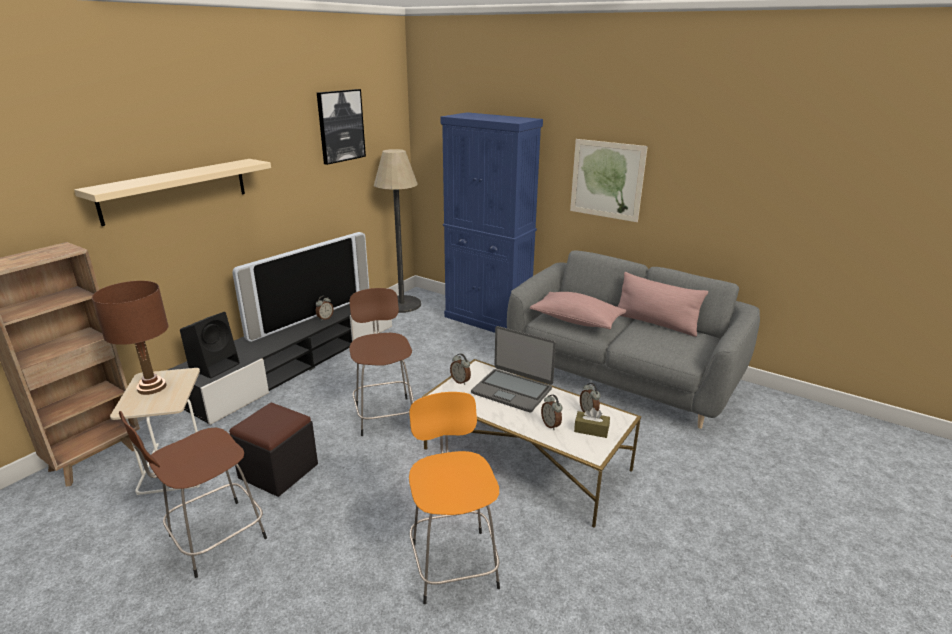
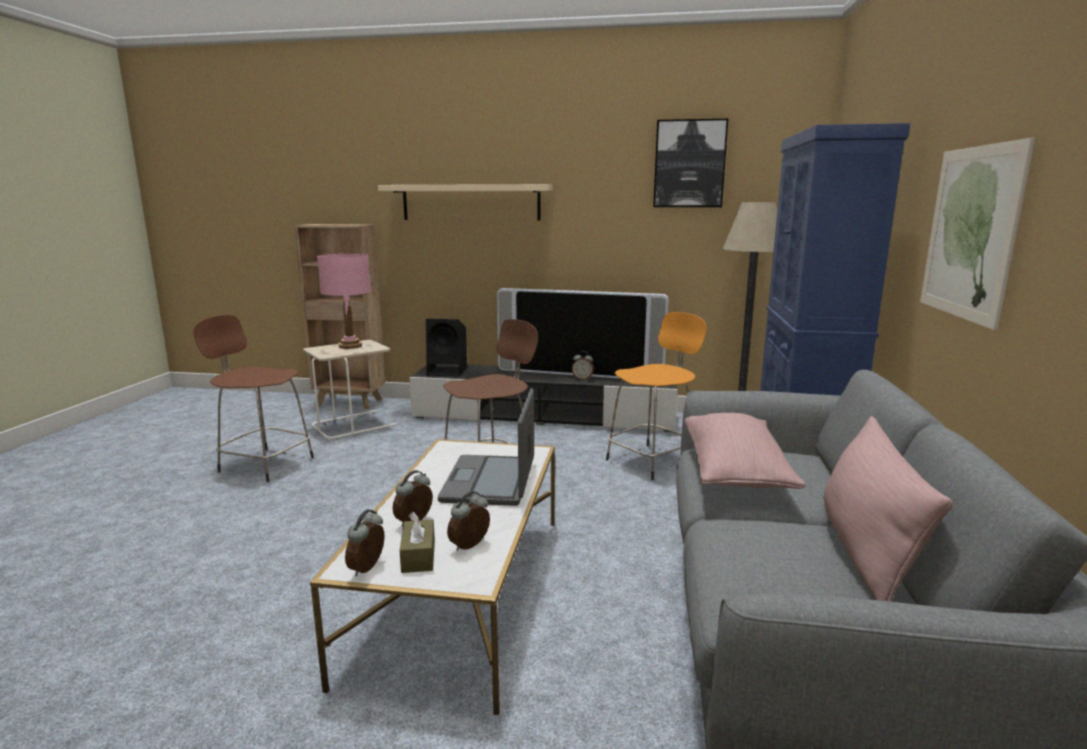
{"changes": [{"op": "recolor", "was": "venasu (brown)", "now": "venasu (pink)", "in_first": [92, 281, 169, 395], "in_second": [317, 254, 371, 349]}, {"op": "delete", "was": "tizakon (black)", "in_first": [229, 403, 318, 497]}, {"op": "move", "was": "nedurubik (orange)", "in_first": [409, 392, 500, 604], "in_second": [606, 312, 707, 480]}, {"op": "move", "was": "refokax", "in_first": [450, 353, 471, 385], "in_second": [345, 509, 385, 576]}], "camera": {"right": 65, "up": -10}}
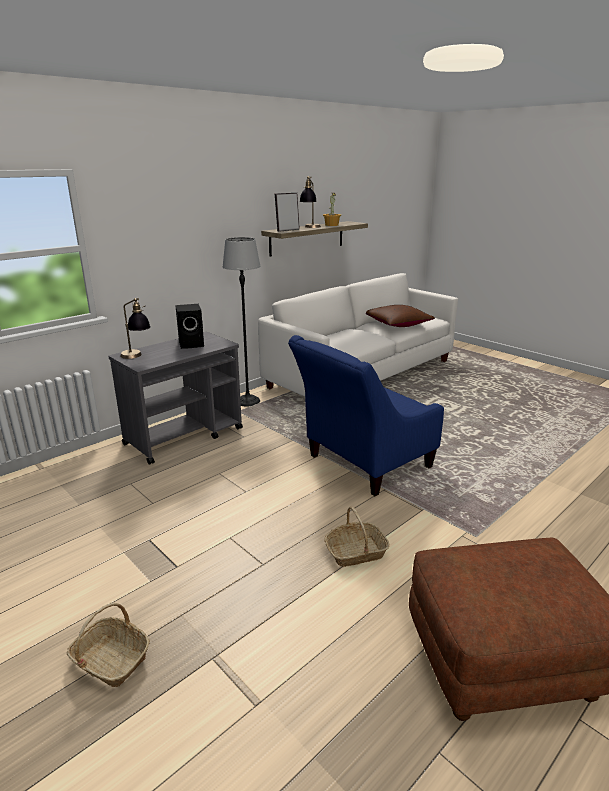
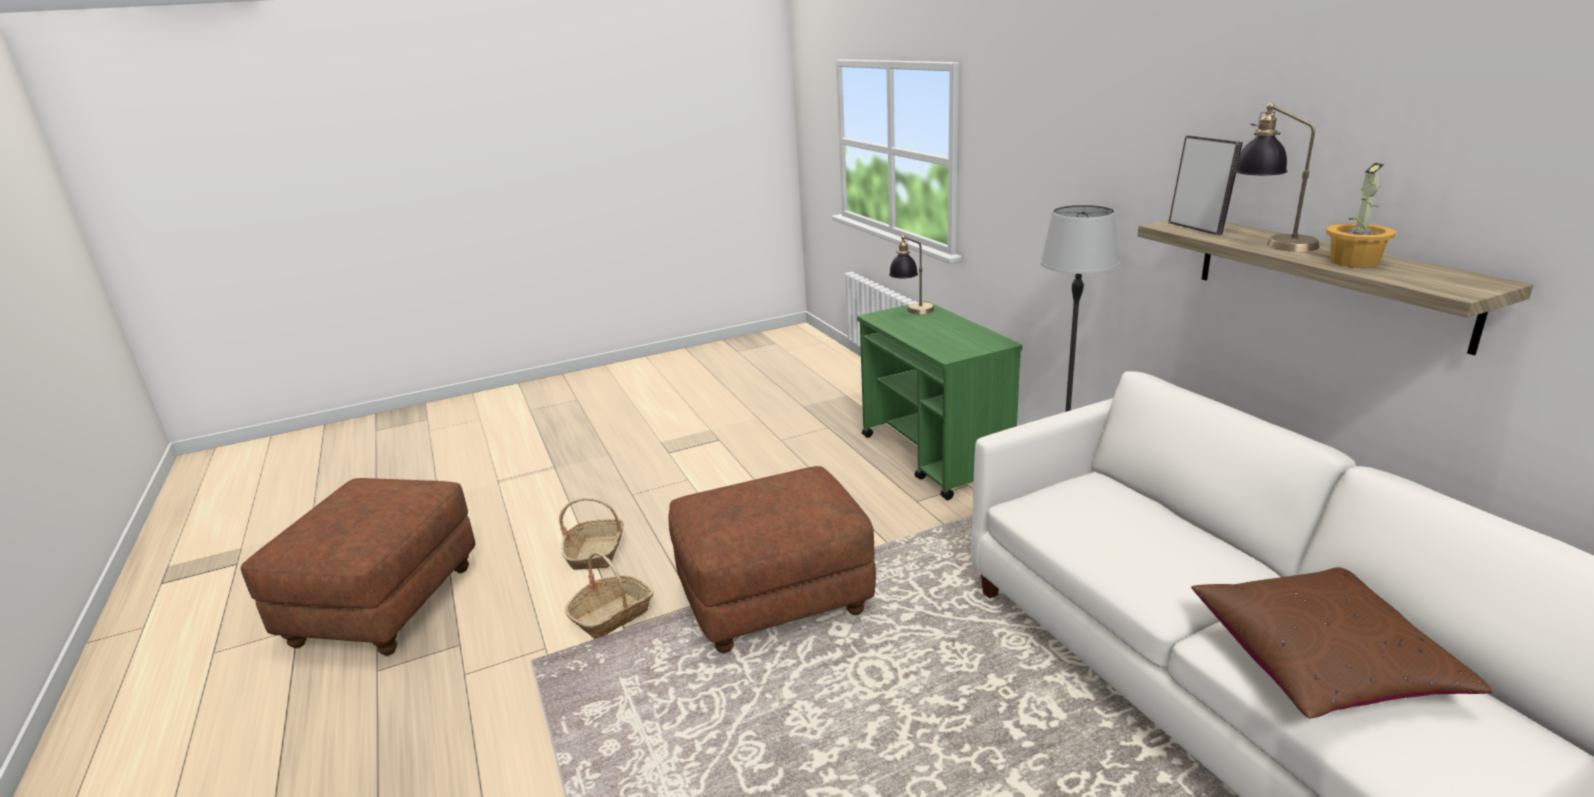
{"changes": [{"op": "move", "was": "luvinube", "in_first": [67, 603, 150, 687], "in_second": [565, 552, 654, 639]}, {"op": "recolor", "was": "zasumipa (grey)", "now": "zasumipa (green)", "in_first": [109, 332, 243, 465], "in_second": [857, 301, 1022, 500]}, {"op": "delete", "was": "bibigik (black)", "in_first": [175, 304, 204, 349]}, {"op": "replace", "was": "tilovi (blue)", "now": "tizakon (brown)", "in_first": [288, 335, 444, 496], "in_second": [668, 466, 876, 653]}], "camera": {"right": 110, "up": 0}}
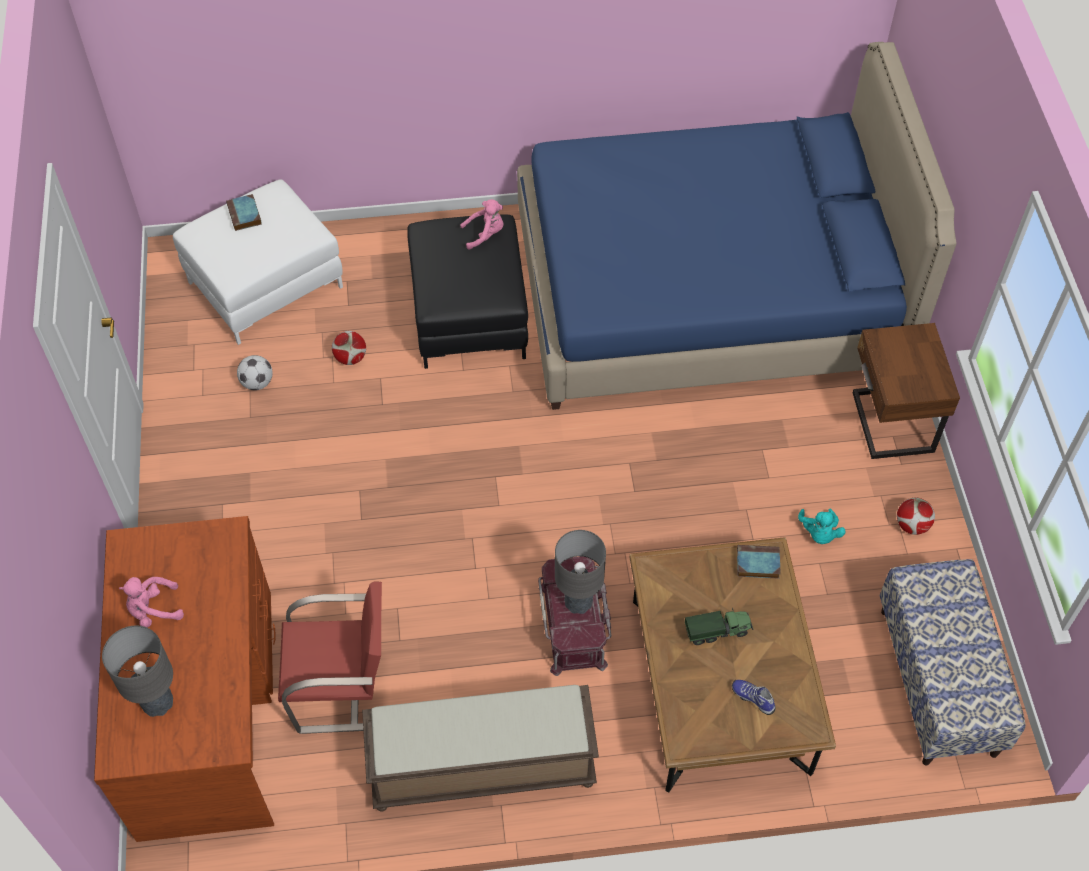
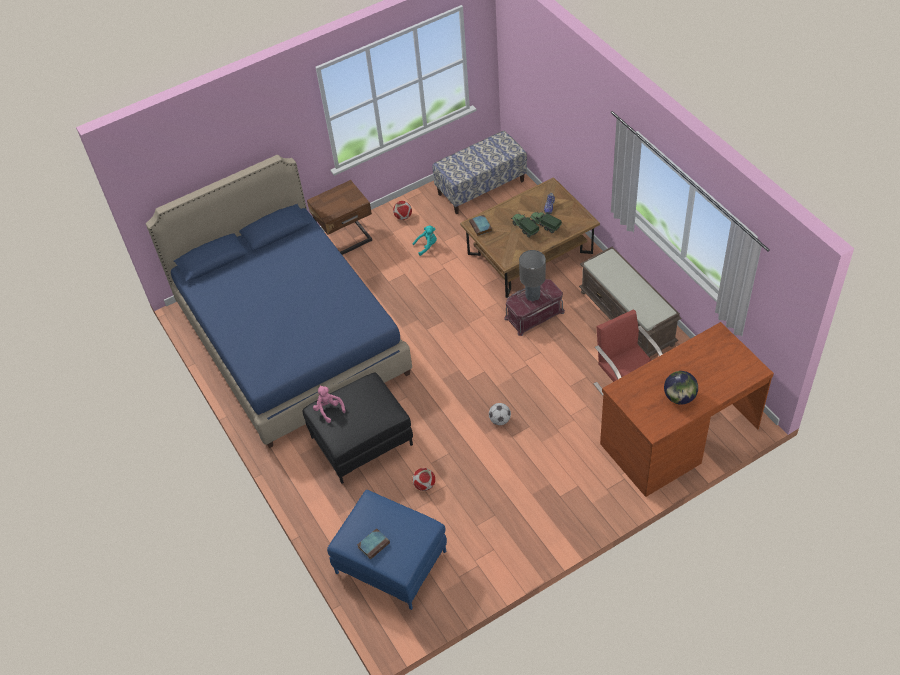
{"changes": [{"op": "delete", "was": "venasu (grey)", "in_first": [102, 626, 173, 717]}, {"op": "replace", "was": "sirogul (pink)", "now": "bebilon", "in_first": [119, 577, 184, 627], "in_second": [664, 371, 698, 405]}, {"op": "recolor", "was": "tizakon (white)", "now": "tizakon (blue)", "in_first": [173, 179, 343, 345], "in_second": [327, 490, 447, 610]}, {"op": "move", "was": "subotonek", "in_first": [237, 355, 273, 390], "in_second": [489, 403, 511, 425]}, {"op": "insert", "now": "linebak", "in_second": [530, 212, 562, 233]}], "camera": {"right": -110, "up": -5}}
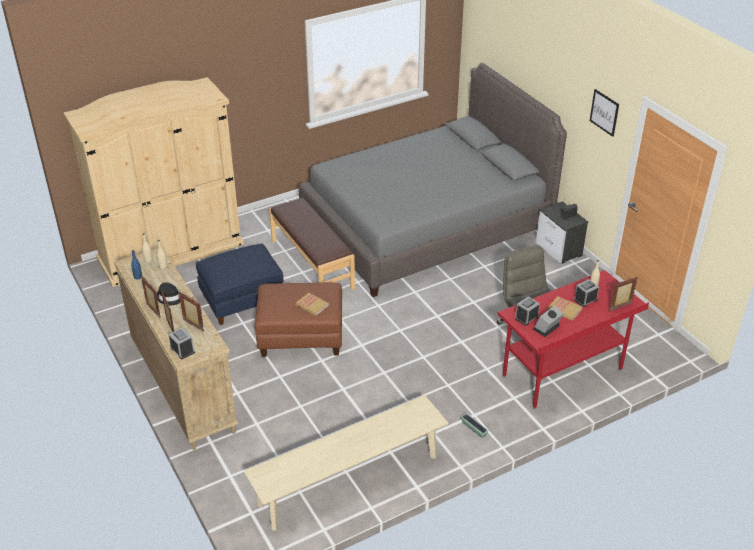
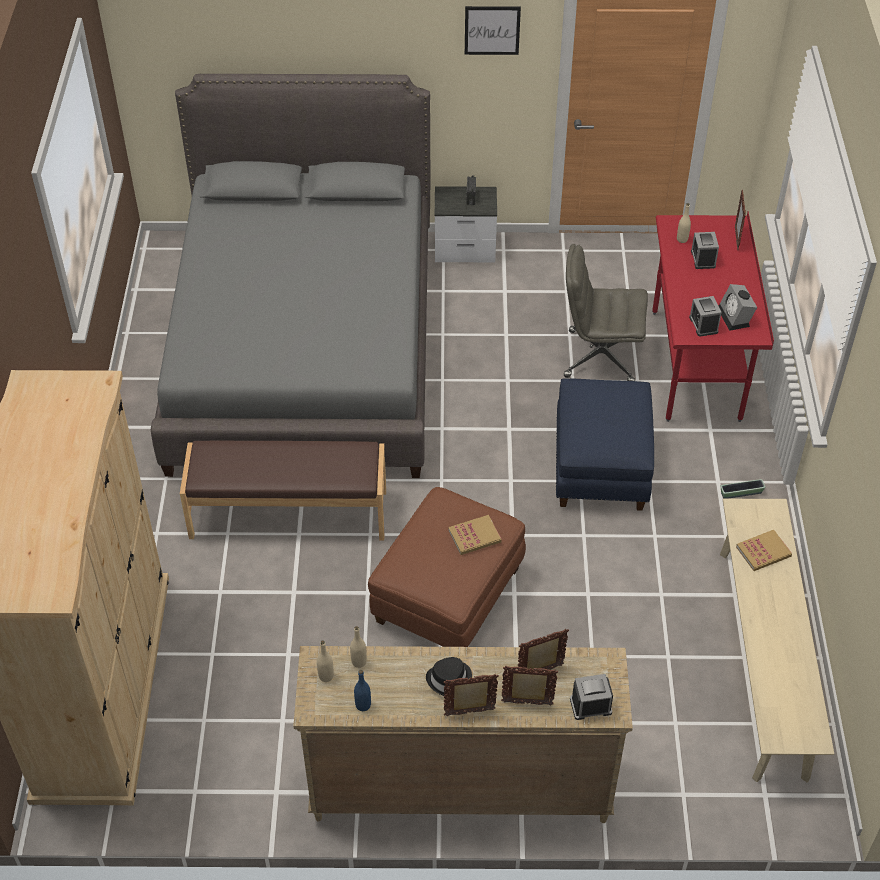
{"changes": [{"op": "move", "was": "tizakon (blue)", "in_first": [196, 244, 283, 325], "in_second": [556, 378, 654, 511]}, {"op": "move", "was": "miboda", "in_first": [547, 296, 583, 321], "in_second": [736, 530, 792, 571]}], "camera": {"right": -60, "up": 10}}
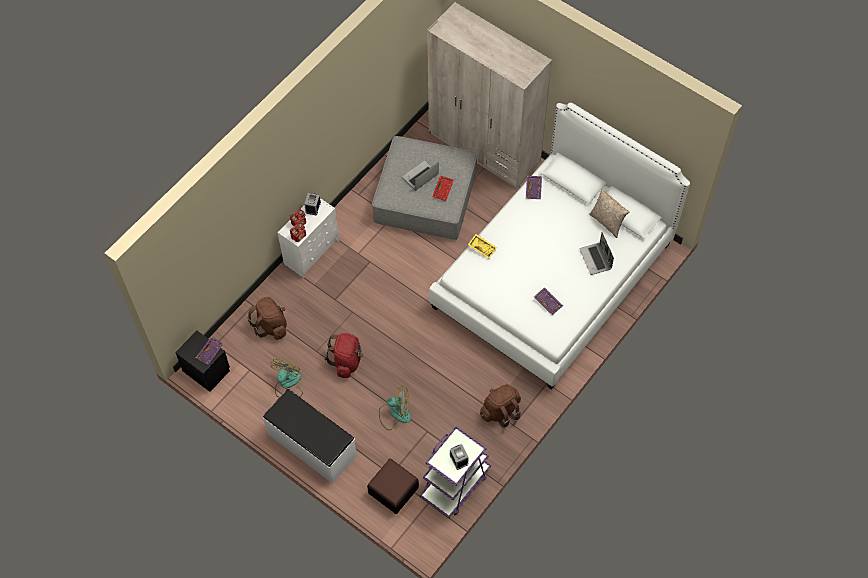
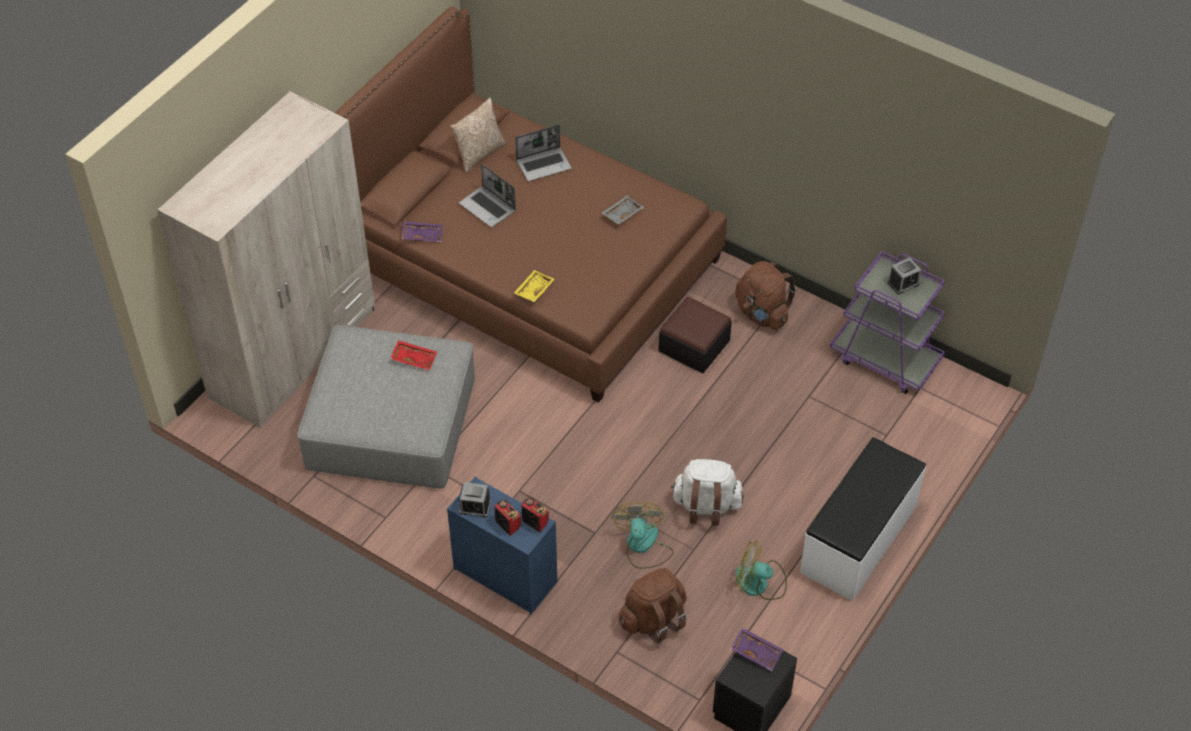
{"changes": [{"op": "recolor", "was": "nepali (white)", "now": "nepali (blue)", "in_first": [277, 198, 339, 278], "in_second": [447, 477, 558, 614]}, {"op": "recolor", "was": "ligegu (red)", "now": "ligegu (white)", "in_first": [325, 333, 364, 378], "in_second": [671, 459, 744, 525]}, {"op": "move", "was": "tizakon", "in_first": [367, 458, 419, 514], "in_second": [659, 297, 732, 373]}, {"op": "move", "was": "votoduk", "in_first": [379, 385, 411, 430], "in_second": [612, 502, 674, 569]}, {"op": "move", "was": "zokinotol", "in_first": [402, 161, 439, 190], "in_second": [459, 164, 516, 227]}, {"op": "recolor", "was": "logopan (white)", "now": "logopan (brown)", "in_first": [429, 103, 690, 390], "in_second": [335, 6, 727, 403]}, {"op": "recolor", "was": "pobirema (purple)", "now": "pobirema (grey)", "in_first": [534, 287, 563, 315], "in_second": [602, 196, 644, 225]}], "camera": {"right": -95, "up": -10}}
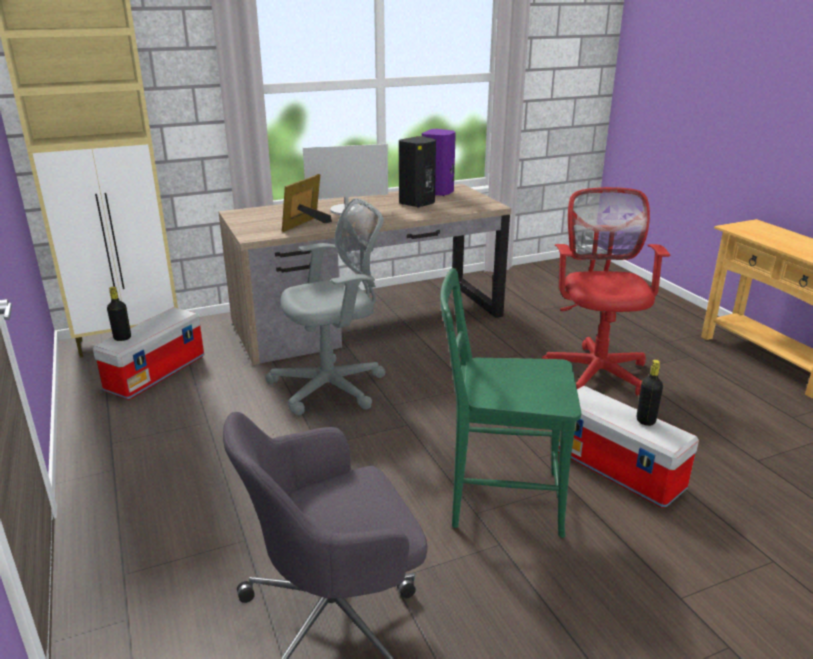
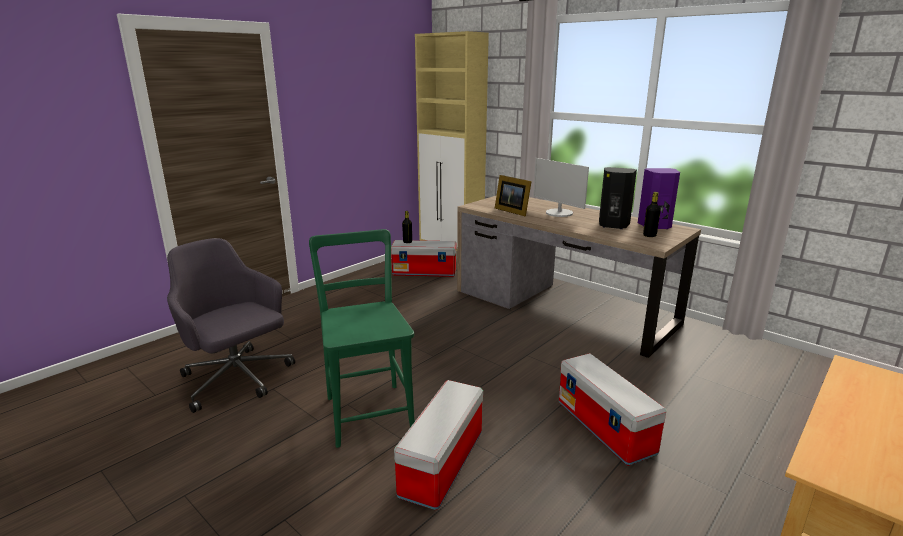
{"changes": [{"op": "delete", "was": "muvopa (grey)", "in_first": [265, 198, 385, 415]}, {"op": "rotate", "was": "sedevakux", "in_first": [282, 174, 332, 232], "in_second": [495, 175, 532, 216], "clockwise": -135}, {"op": "replace", "was": "muvopa (red)", "now": "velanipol", "in_first": [542, 187, 671, 396], "in_second": [559, 353, 666, 466]}, {"op": "move", "was": "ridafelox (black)", "in_first": [637, 360, 663, 426], "in_second": [643, 192, 661, 237]}], "camera": {"right": 65, "up": -5}}
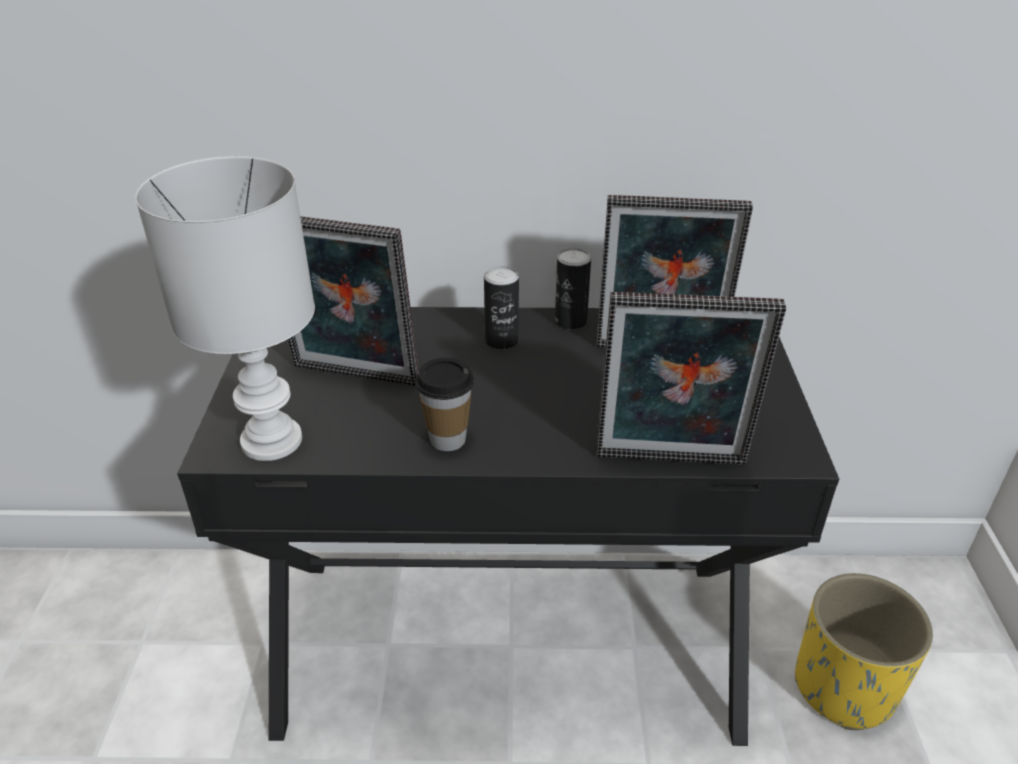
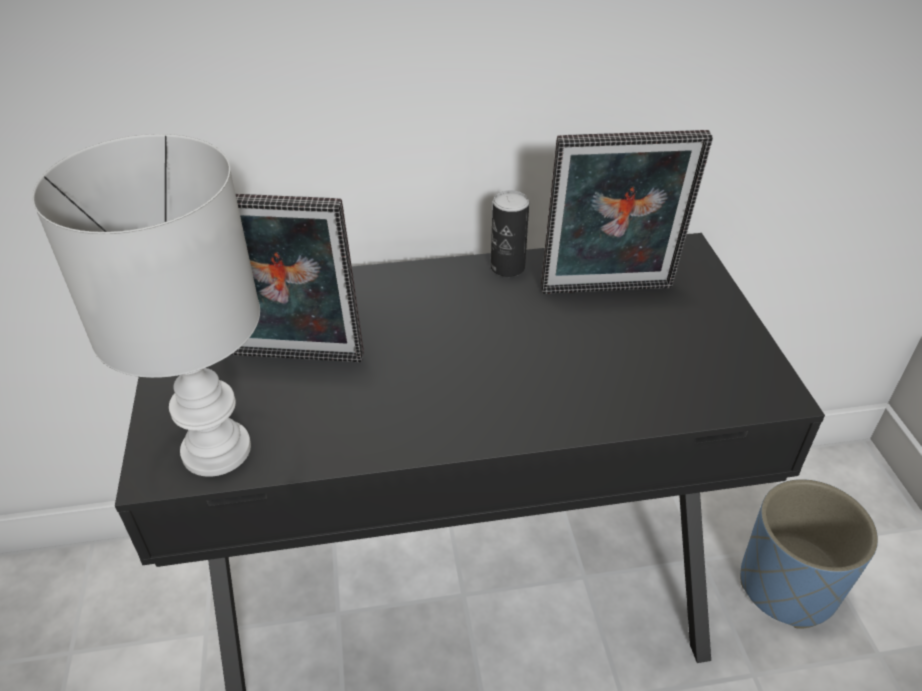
{"changes": [{"op": "delete", "was": "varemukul", "in_first": [415, 358, 474, 451]}, {"op": "delete", "was": "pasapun", "in_first": [484, 266, 519, 350]}, {"op": "delete", "was": "sedevakux", "in_first": [597, 292, 786, 465]}, {"op": "recolor", "was": "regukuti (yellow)", "now": "regukuti (blue)", "in_first": [795, 573, 933, 730], "in_second": [740, 479, 878, 629]}], "camera": {"right": -10, "up": 5}}
